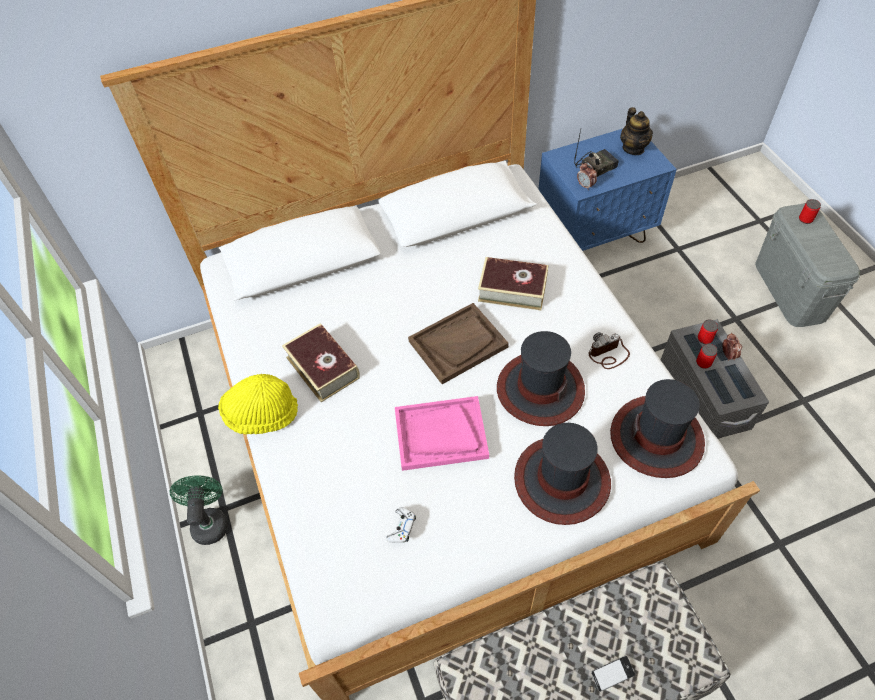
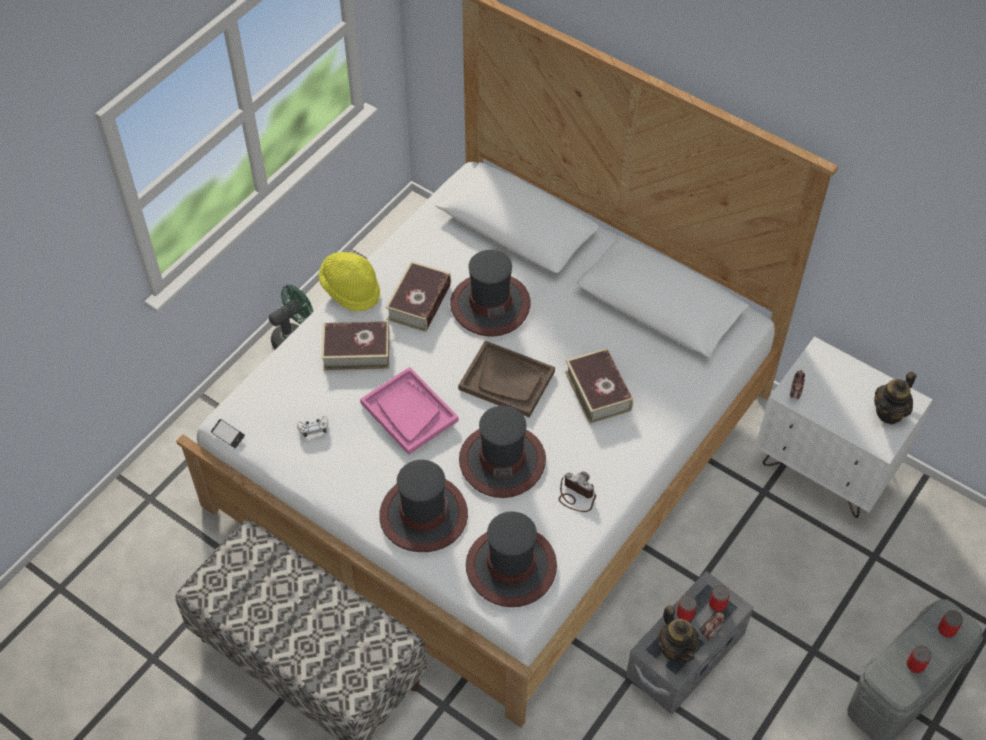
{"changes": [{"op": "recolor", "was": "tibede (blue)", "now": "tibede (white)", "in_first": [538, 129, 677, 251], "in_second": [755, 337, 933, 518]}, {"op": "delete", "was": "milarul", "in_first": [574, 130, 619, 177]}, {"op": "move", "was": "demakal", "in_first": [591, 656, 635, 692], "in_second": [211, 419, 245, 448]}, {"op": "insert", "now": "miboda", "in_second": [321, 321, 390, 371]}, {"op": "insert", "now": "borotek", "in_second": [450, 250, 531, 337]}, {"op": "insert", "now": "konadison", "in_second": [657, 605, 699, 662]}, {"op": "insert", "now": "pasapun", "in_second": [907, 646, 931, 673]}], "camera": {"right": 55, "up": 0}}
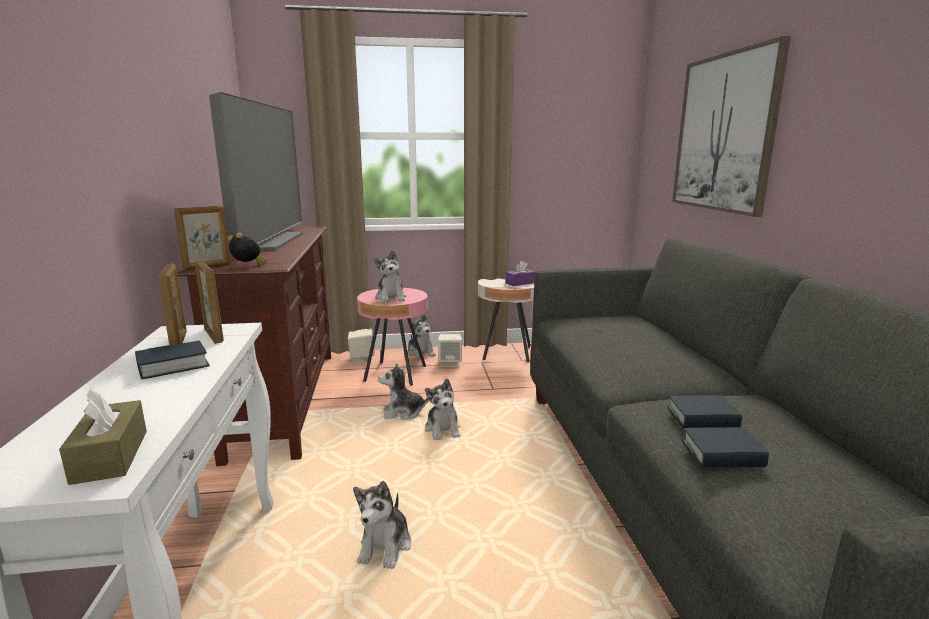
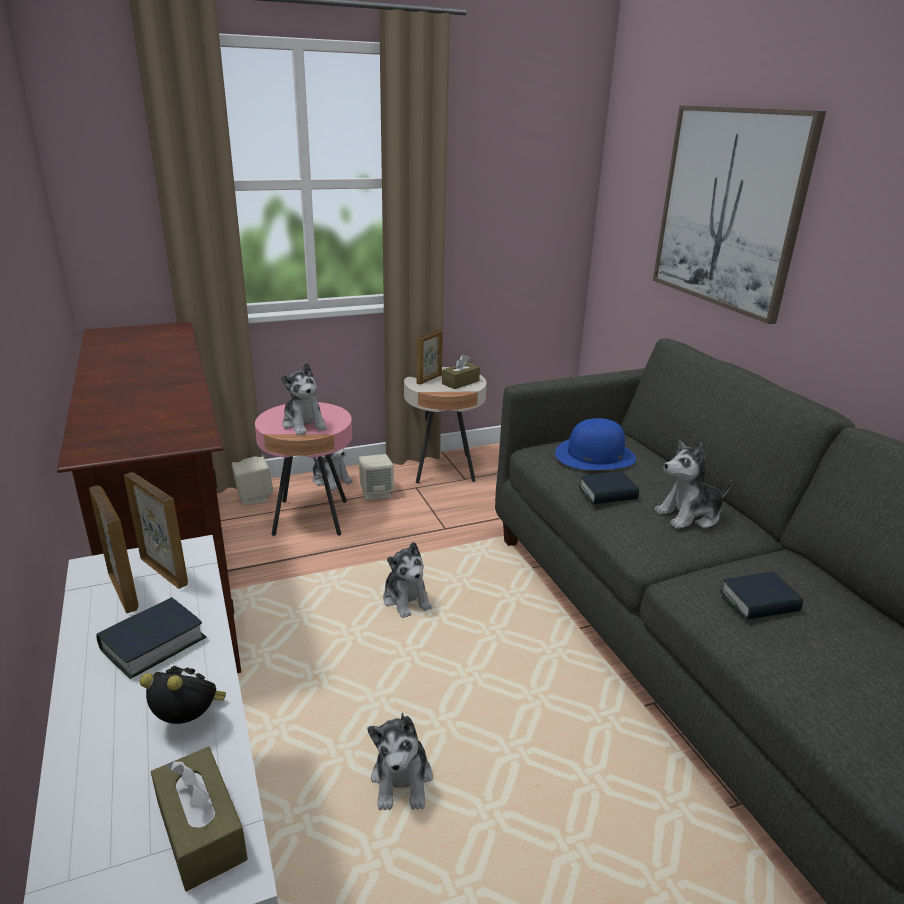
{"changes": [{"op": "move", "was": "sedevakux", "in_first": [174, 206, 231, 270], "in_second": [416, 330, 442, 385]}, {"op": "delete", "was": "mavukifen", "in_first": [209, 92, 303, 251]}, {"op": "move", "was": "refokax", "in_first": [227, 232, 267, 264], "in_second": [140, 666, 226, 724]}, {"op": "move", "was": "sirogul", "in_first": [378, 364, 430, 420], "in_second": [655, 440, 732, 529]}, {"op": "recolor", "was": "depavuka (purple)", "now": "depavuka (brown)", "in_first": [505, 261, 536, 286], "in_second": [442, 354, 480, 389]}, {"op": "move", "was": "miboda", "in_first": [682, 427, 769, 467], "in_second": [578, 471, 639, 504]}, {"op": "insert", "now": "borotek (blue)", "in_second": [555, 418, 636, 470]}], "camera": {"right": -15, "up": 10}}
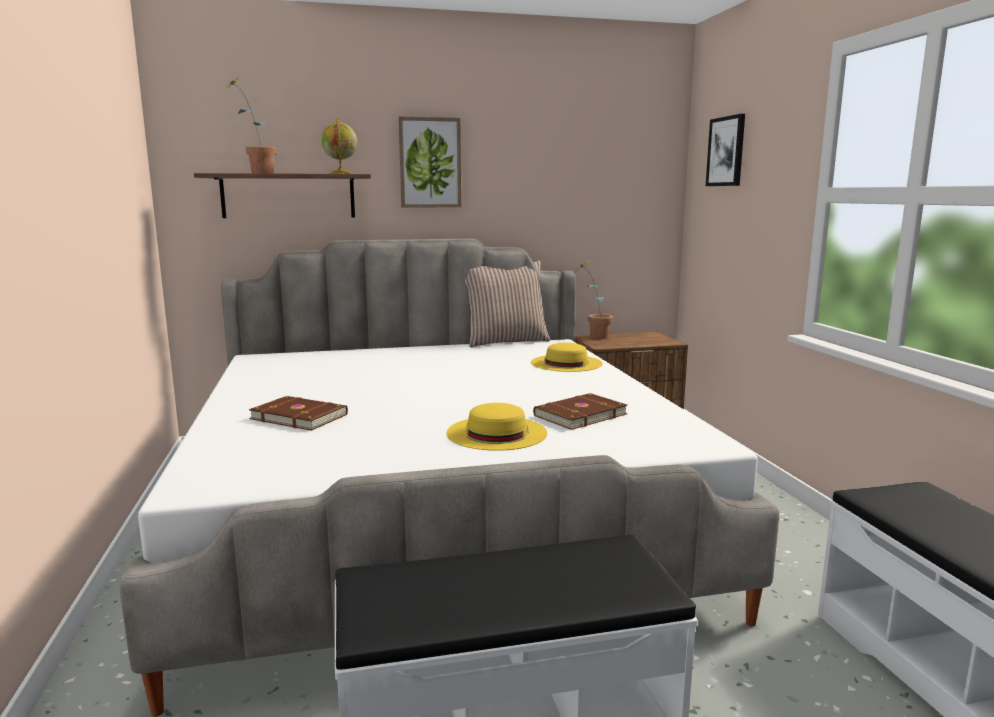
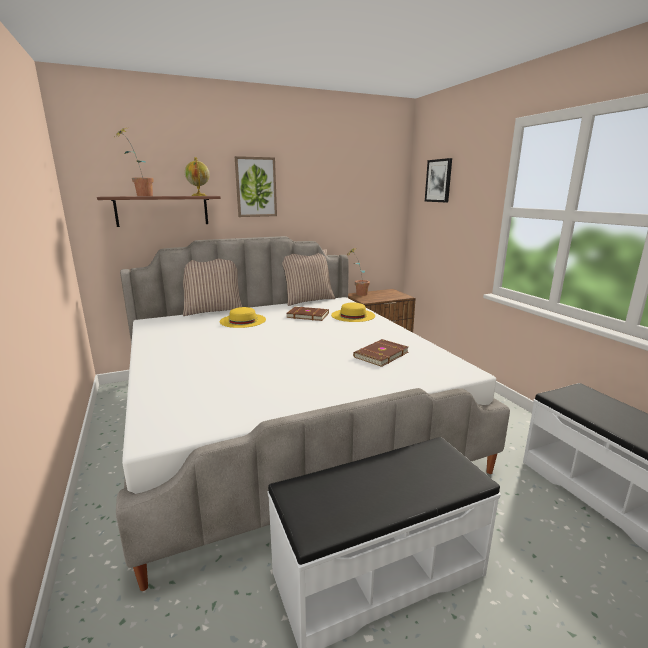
{"changes": [{"op": "move", "was": "miboda (brown)", "in_first": [249, 396, 348, 431], "in_second": [286, 307, 329, 321]}, {"op": "move", "was": "borotek (yellow)", "in_first": [446, 403, 547, 451], "in_second": [220, 307, 266, 328]}, {"op": "insert", "now": "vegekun", "in_second": [183, 259, 242, 316]}], "camera": {"right": -10, "up": 5}}
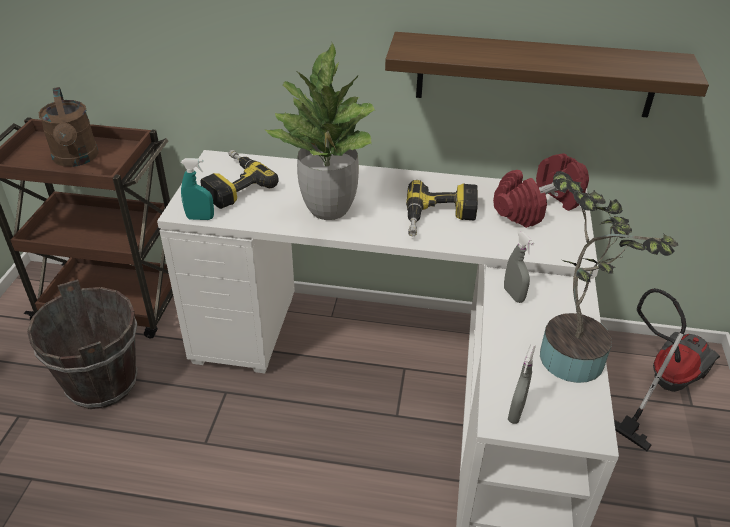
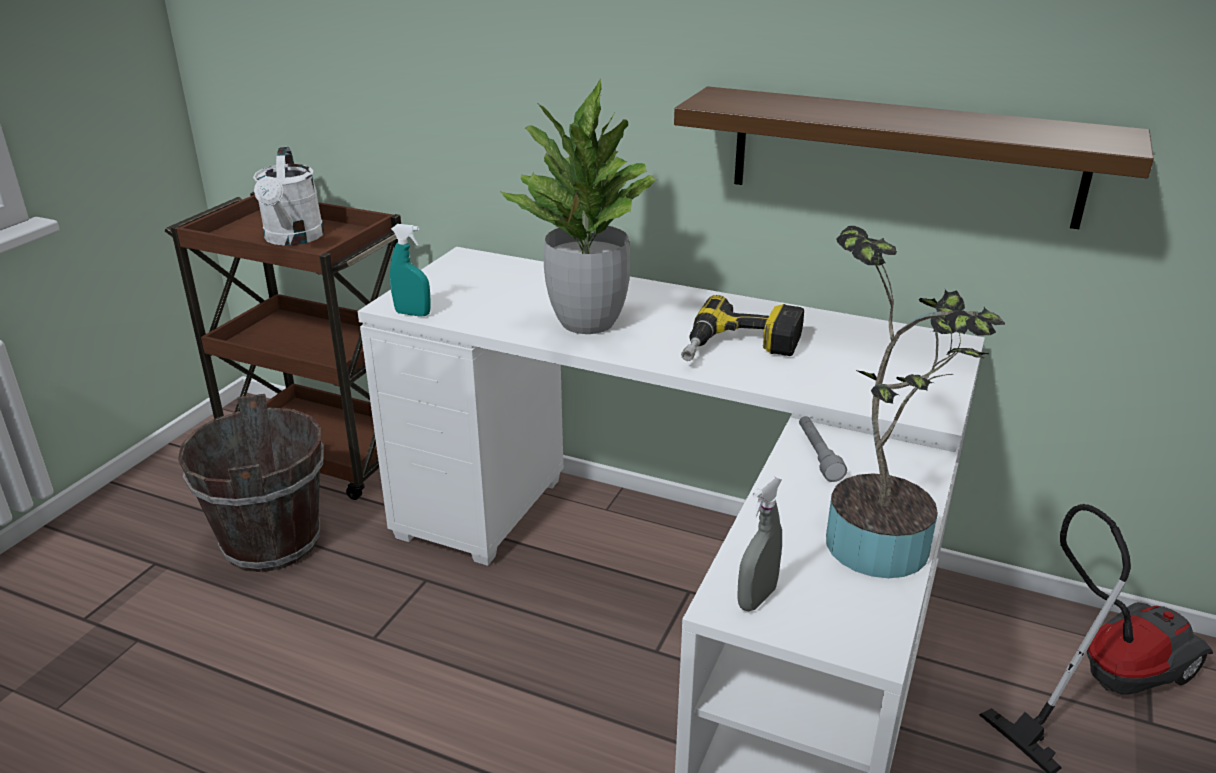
{"changes": [{"op": "recolor", "was": "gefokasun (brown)", "now": "gefokasun (white)", "in_first": [39, 87, 99, 167], "in_second": [253, 147, 324, 246]}, {"op": "delete", "was": "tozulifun", "in_first": [200, 150, 279, 209]}, {"op": "delete", "was": "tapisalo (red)", "in_first": [493, 153, 589, 228]}, {"op": "replace", "was": "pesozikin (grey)", "now": "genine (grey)", "in_first": [504, 232, 534, 303], "in_second": [799, 416, 847, 482]}], "camera": {"right": 15, "up": -10}}
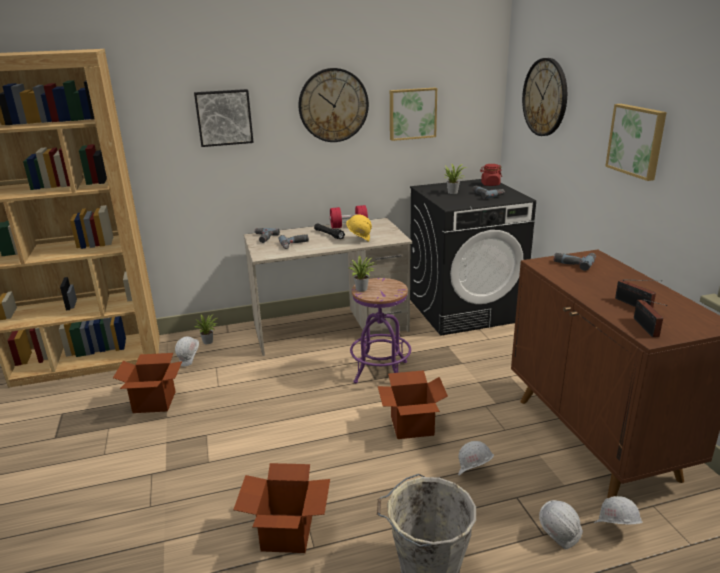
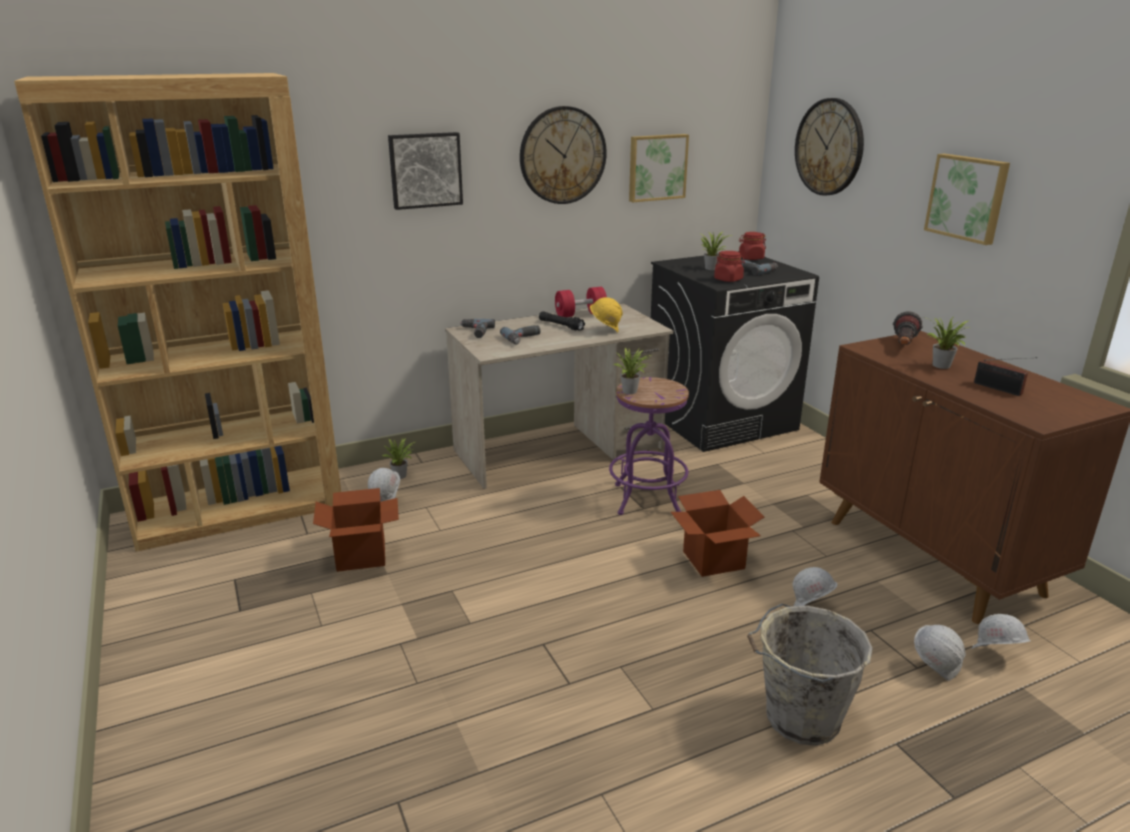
{"changes": [{"op": "delete", "was": "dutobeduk", "in_first": [233, 463, 330, 553]}, {"op": "replace", "was": "tozulifun", "now": "genine", "in_first": [554, 253, 596, 271], "in_second": [893, 311, 923, 345]}, {"op": "delete", "was": "milarul", "in_first": [634, 299, 668, 337]}, {"op": "insert", "now": "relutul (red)", "in_second": [714, 251, 745, 282]}, {"op": "insert", "now": "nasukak", "in_second": [923, 316, 968, 369]}], "camera": {"right": -10, "up": 0}}
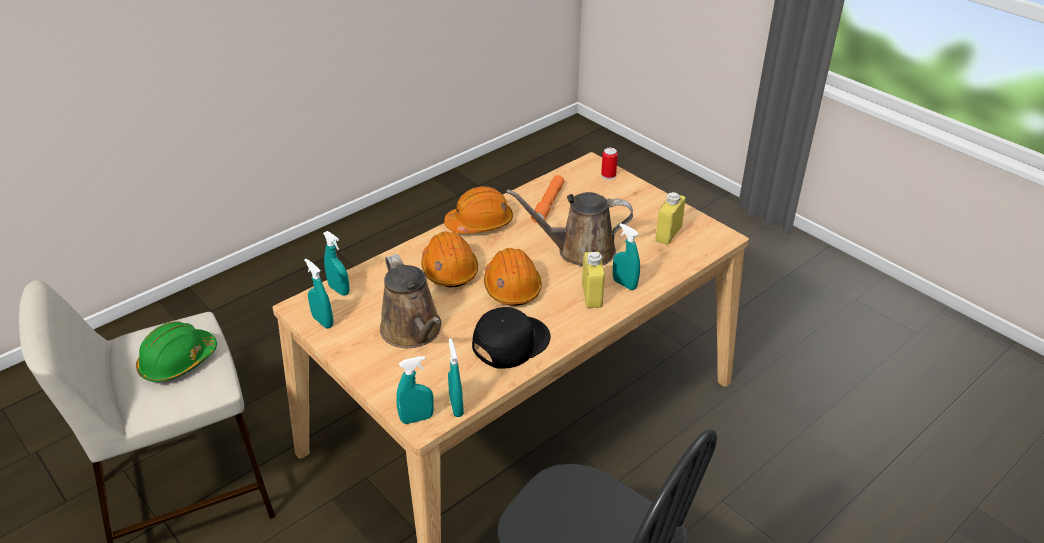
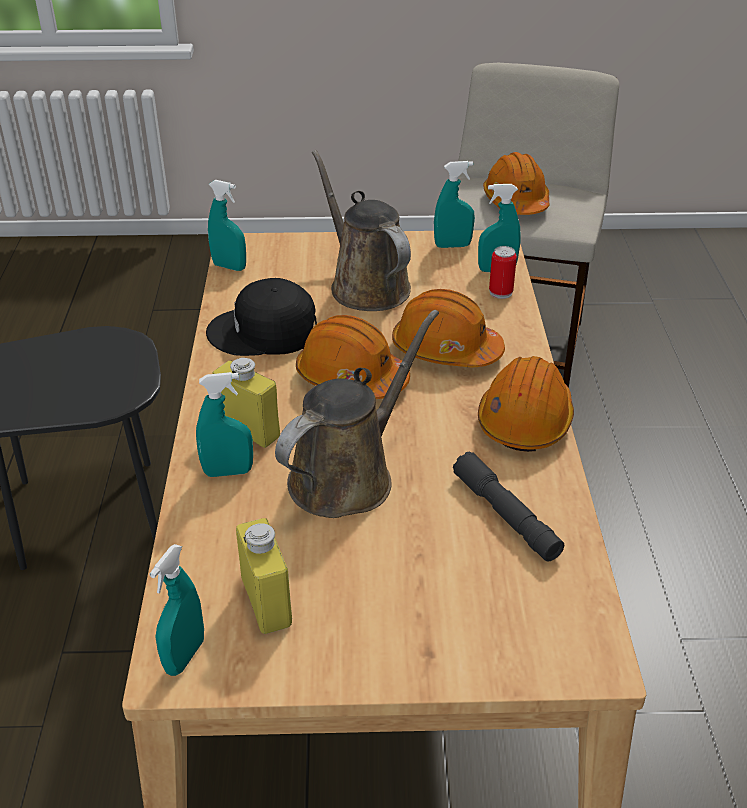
{"changes": [{"op": "recolor", "was": "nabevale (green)", "now": "nabevale (orange)", "in_first": [136, 321, 217, 382], "in_second": [483, 152, 550, 215]}, {"op": "rotate", "was": "gefokasun (brown)", "in_first": [380, 254, 441, 348], "in_second": [312, 150, 411, 311], "clockwise": 45}, {"op": "move", "was": "pesozikin (turquoise)", "in_first": [396, 356, 434, 424], "in_second": [149, 544, 204, 676]}, {"op": "rotate", "was": "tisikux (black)", "in_first": [472, 307, 550, 369], "in_second": [206, 278, 317, 356], "clockwise": 90}, {"op": "recolor", "was": "genine (orange)", "now": "genine (grey)", "in_first": [531, 175, 564, 224], "in_second": [453, 452, 564, 562]}, {"op": "move", "was": "pasapun", "in_first": [601, 148, 618, 180], "in_second": [489, 246, 517, 299]}], "camera": {"right": 130, "up": 0}}
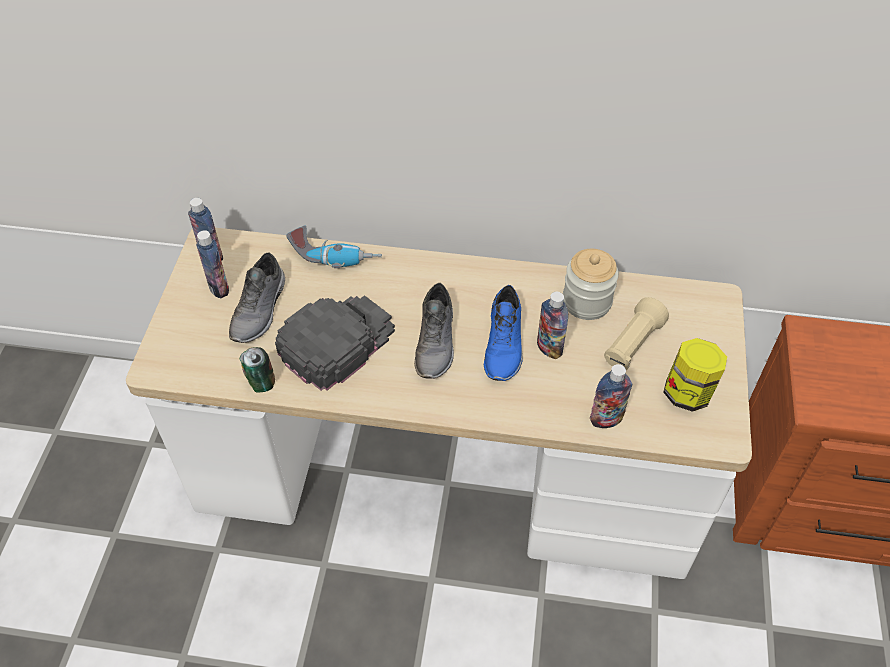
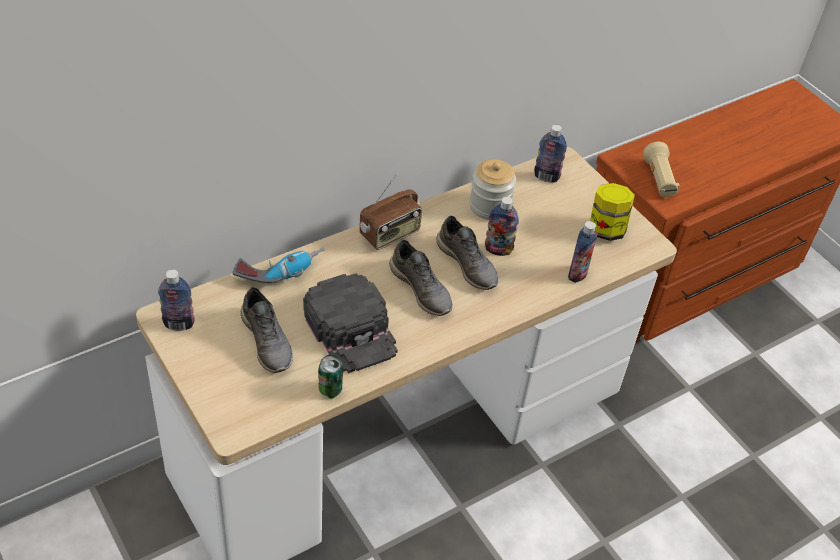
{"changes": [{"op": "move", "was": "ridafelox", "in_first": [196, 230, 229, 298], "in_second": [534, 125, 567, 182]}, {"op": "rotate", "was": "tisikux (black)", "in_first": [275, 295, 395, 391], "in_second": [303, 273, 398, 373], "clockwise": 150}, {"op": "recolor", "was": "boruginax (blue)", "now": "boruginax (grey)", "in_first": [484, 285, 523, 381], "in_second": [436, 216, 498, 290]}, {"op": "move", "was": "genine (beige)", "in_first": [604, 297, 669, 371], "in_second": [643, 142, 680, 197]}, {"op": "insert", "now": "milarul", "in_second": [359, 175, 422, 250]}], "camera": {"right": -45, "up": -5}}
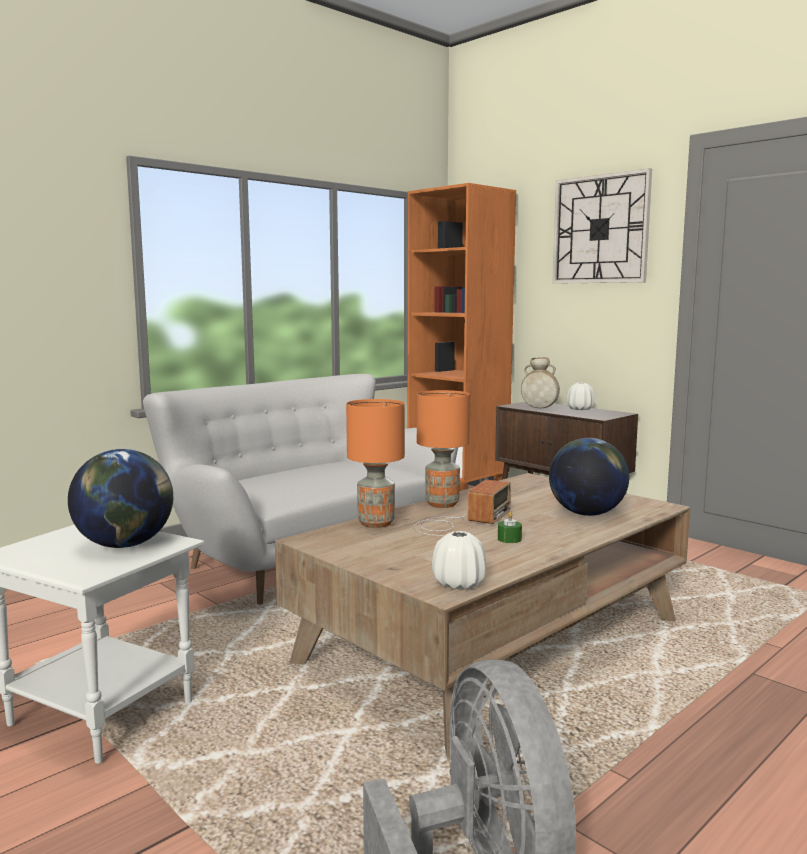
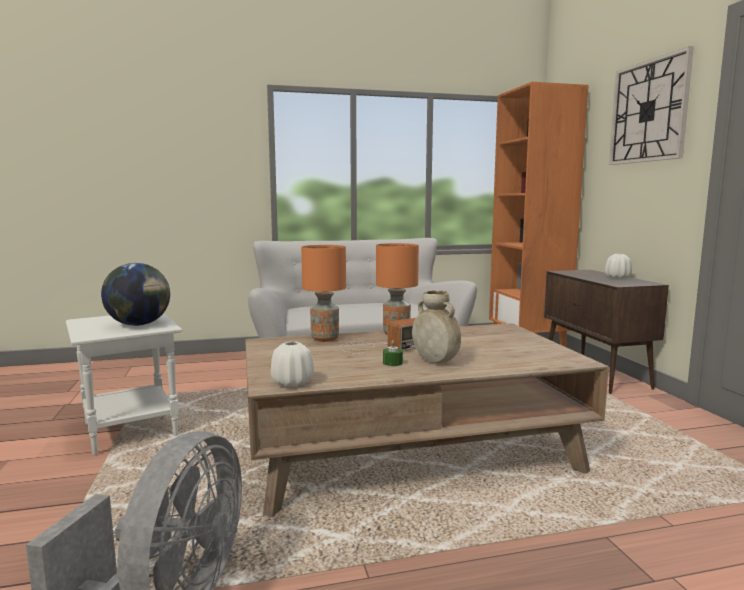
{"changes": [{"op": "move", "was": "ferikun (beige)", "in_first": [521, 357, 560, 408], "in_second": [412, 290, 461, 363]}, {"op": "delete", "was": "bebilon", "in_first": [549, 438, 629, 516]}], "camera": {"right": 30, "up": 0}}
